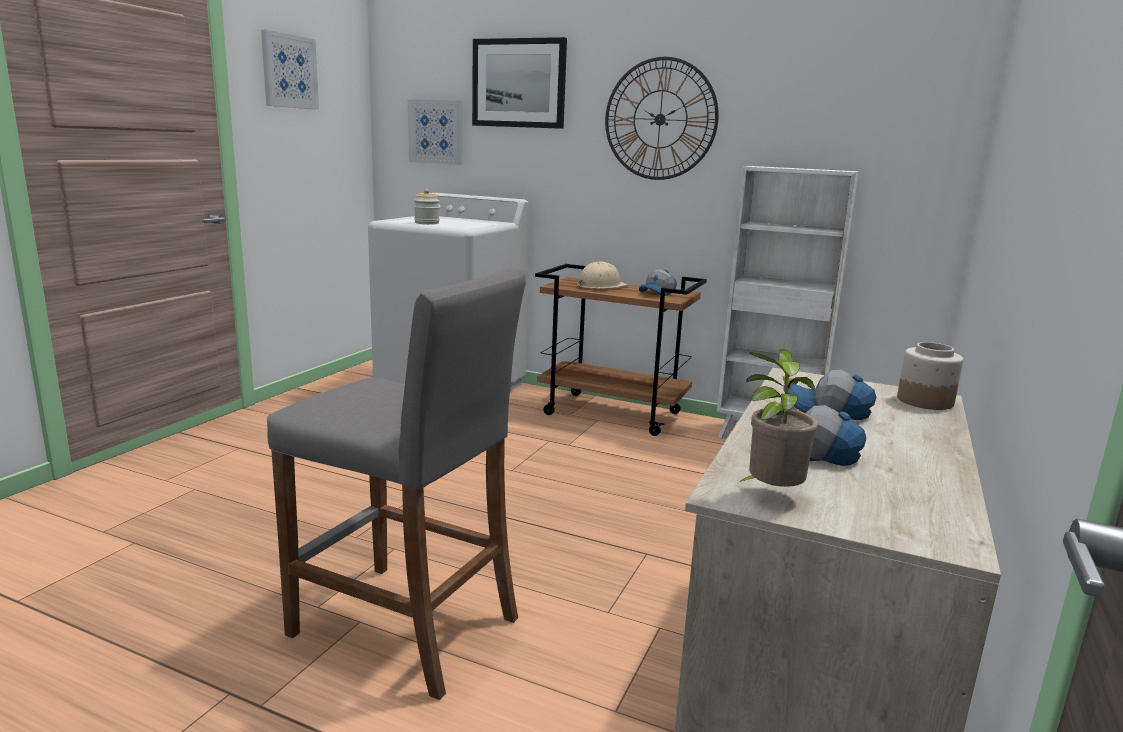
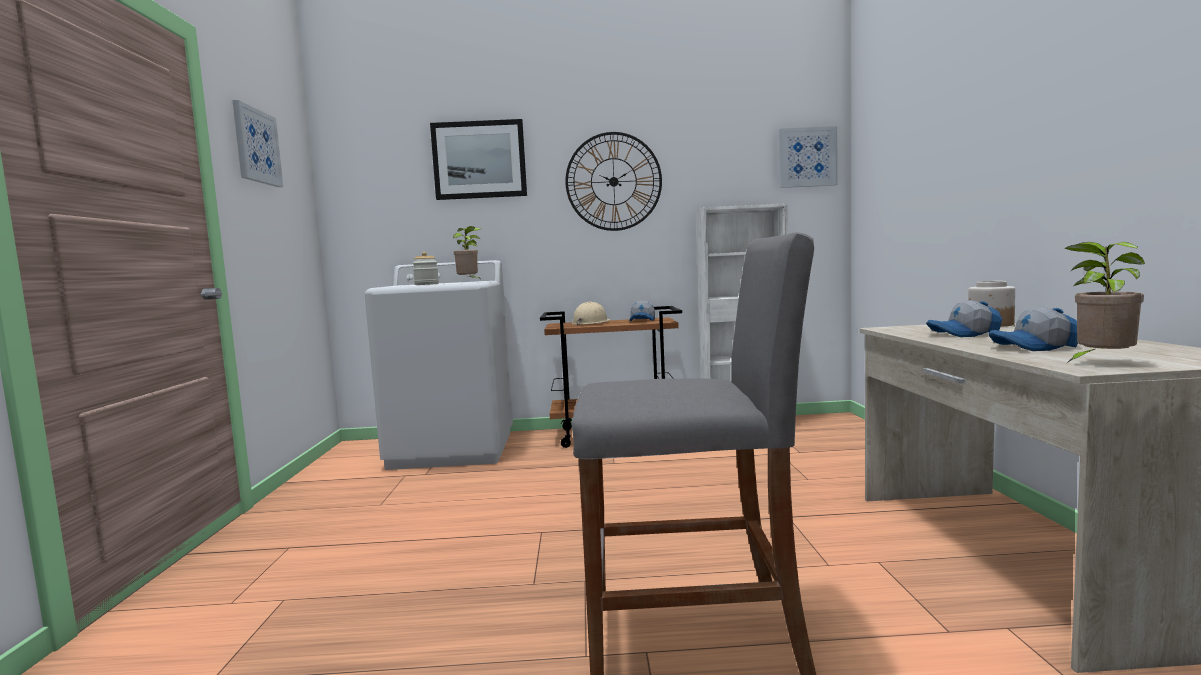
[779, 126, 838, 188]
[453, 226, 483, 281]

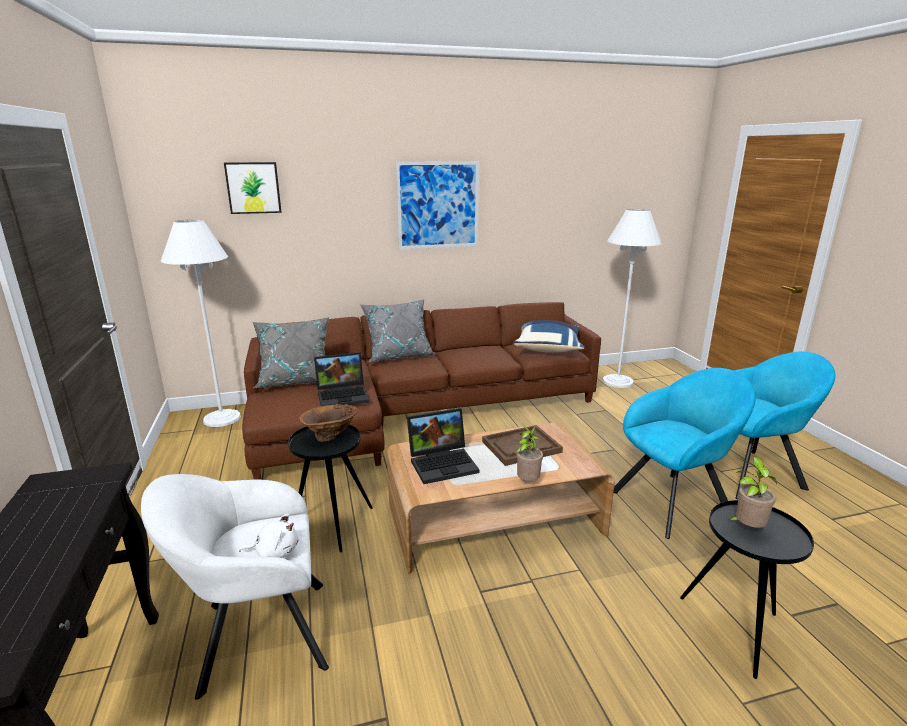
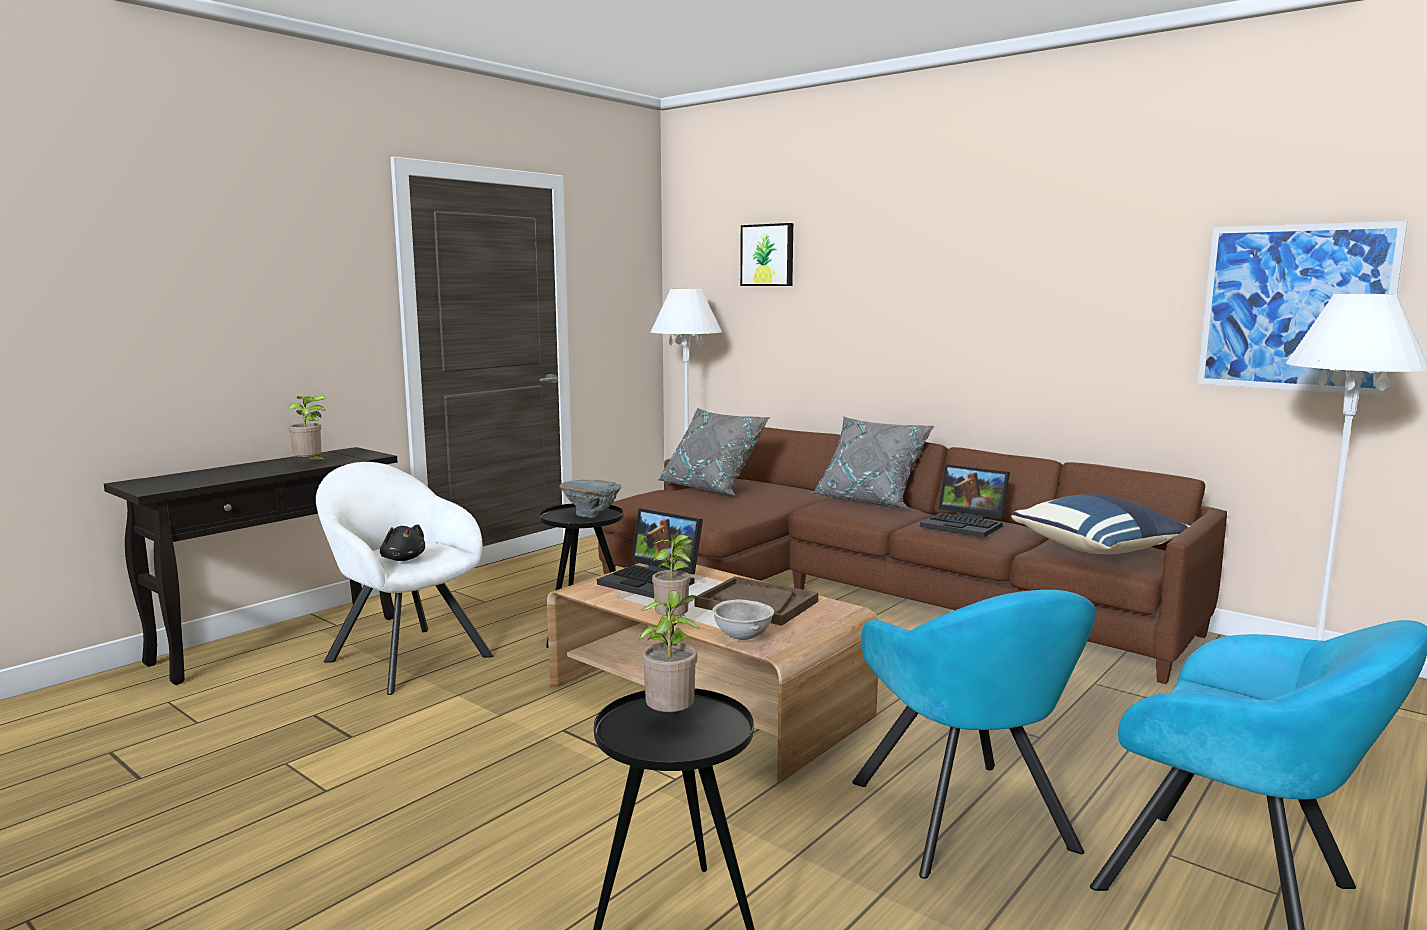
[1197, 221, 1407, 396]
[920, 464, 1010, 538]
[852, 590, 1097, 879]
[559, 480, 621, 518]
[380, 524, 425, 561]
[288, 396, 328, 462]
[712, 599, 774, 640]

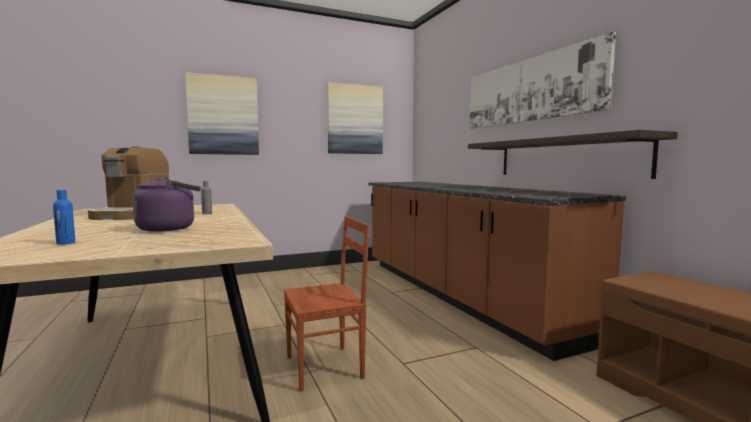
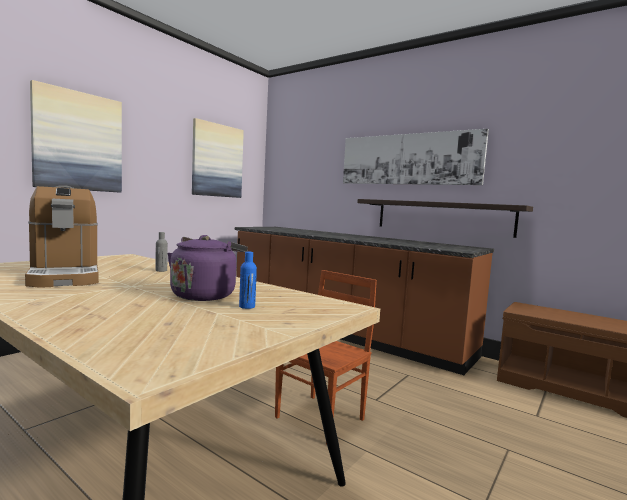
[239, 252, 257, 309]

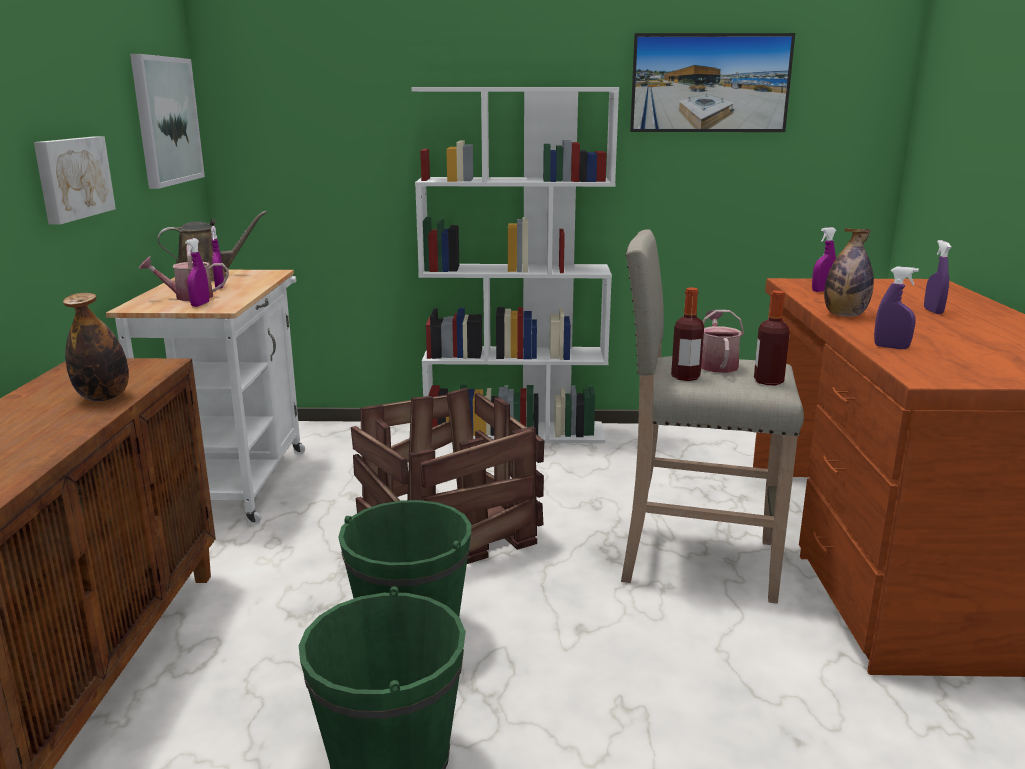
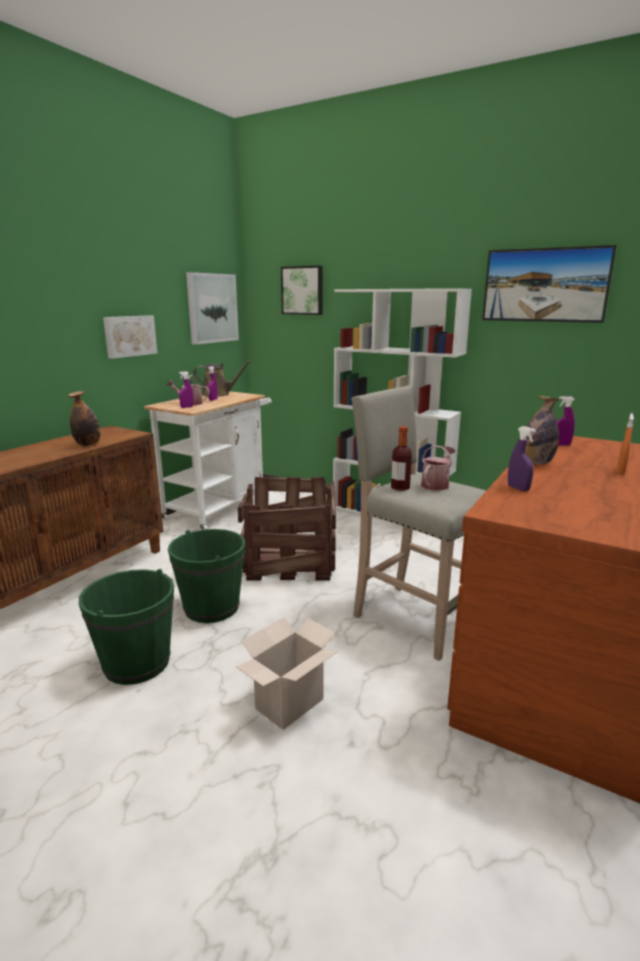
[617, 413, 634, 474]
[754, 290, 790, 385] (first image)
[281, 266, 323, 315]
[236, 617, 338, 730]

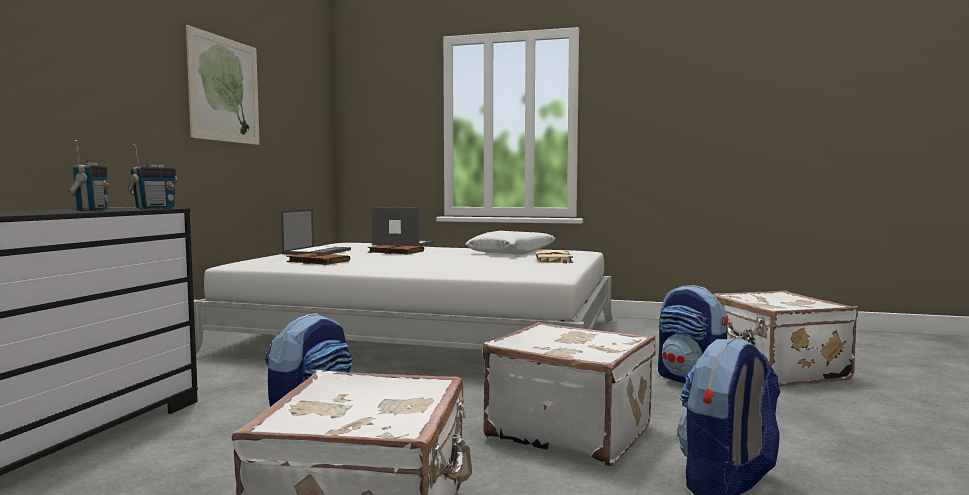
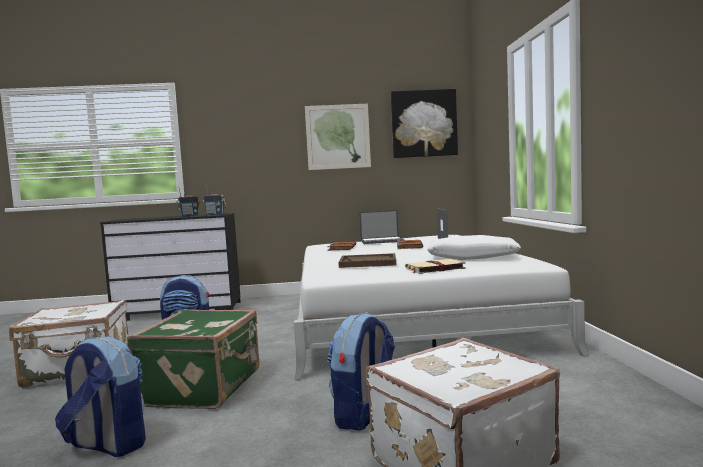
[127, 309, 259, 409]
[391, 89, 458, 158]
[338, 253, 396, 268]

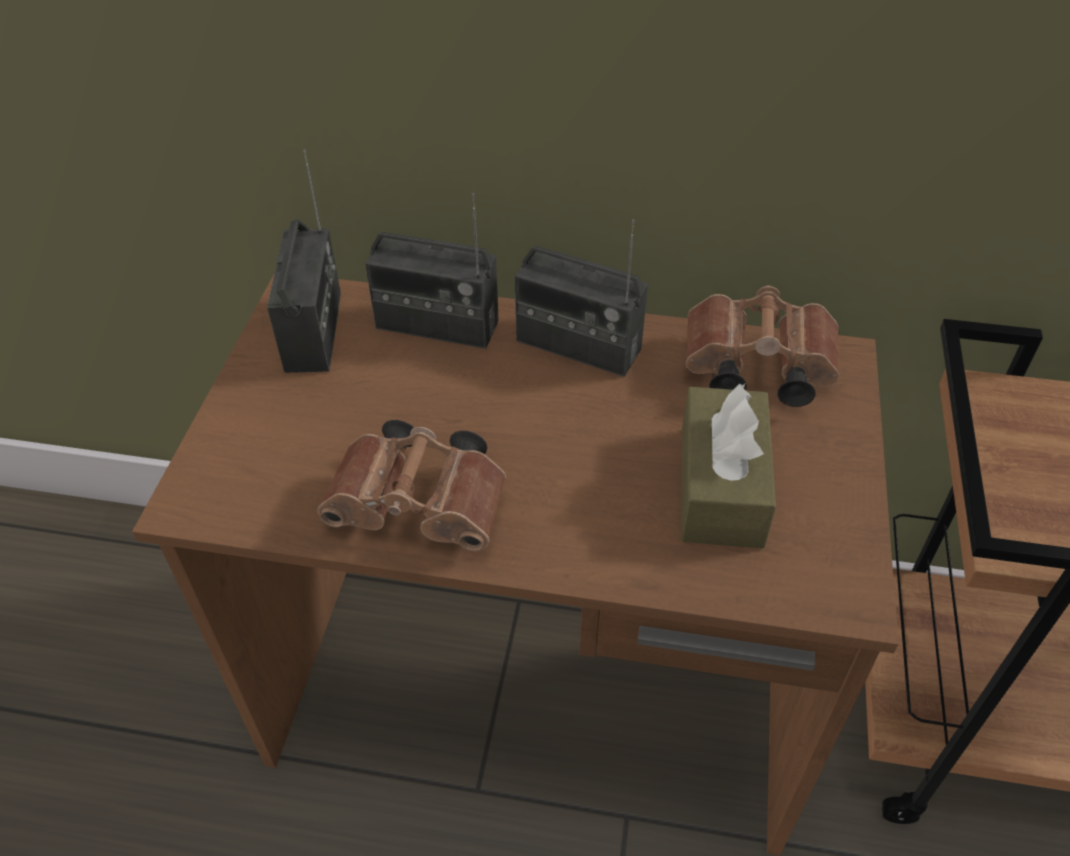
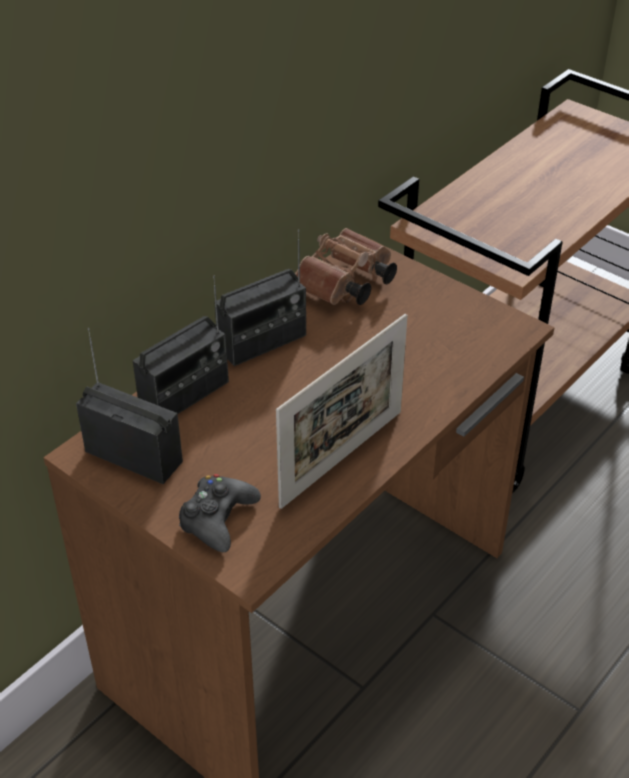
[681, 384, 776, 549] (first image)
[276, 314, 407, 509]
[179, 474, 261, 552]

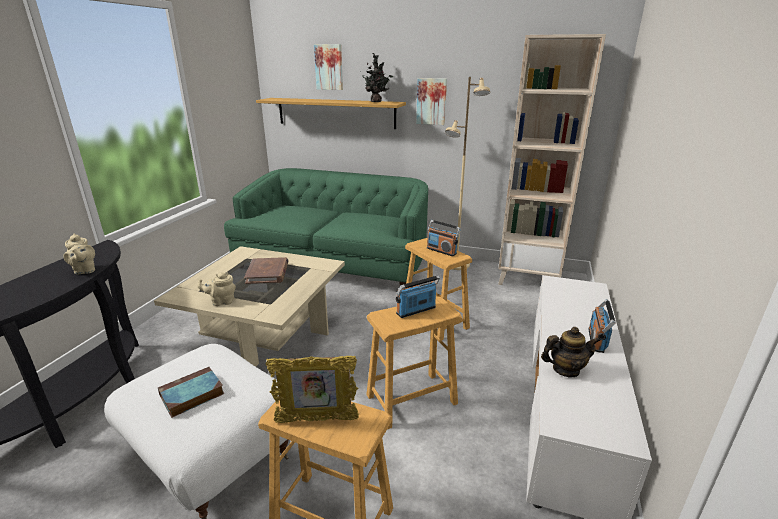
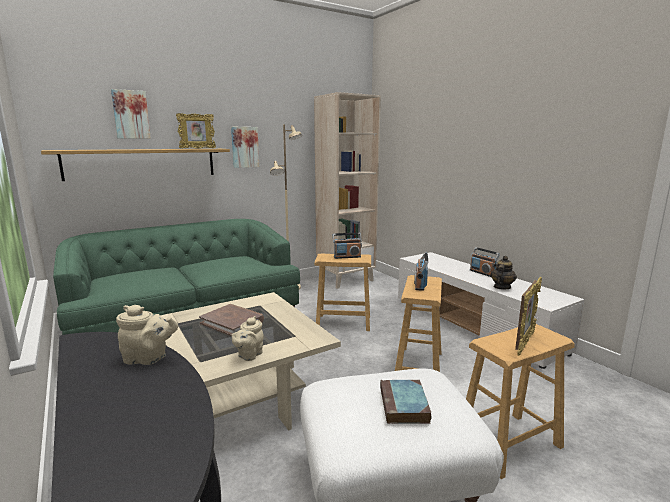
[176, 113, 216, 148]

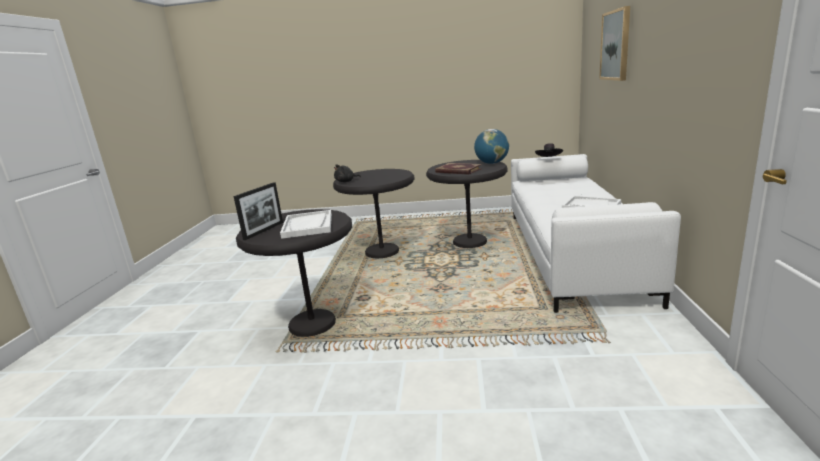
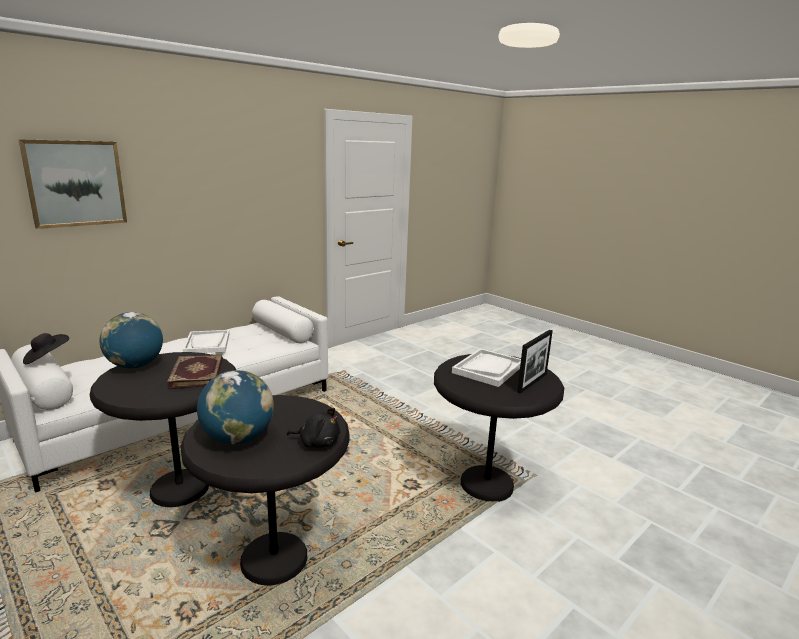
[517, 330, 553, 394]
[197, 370, 274, 445]

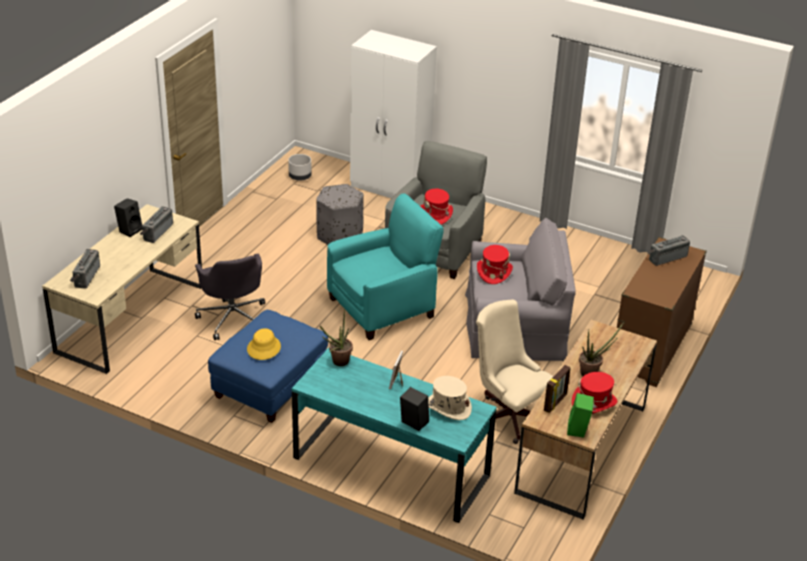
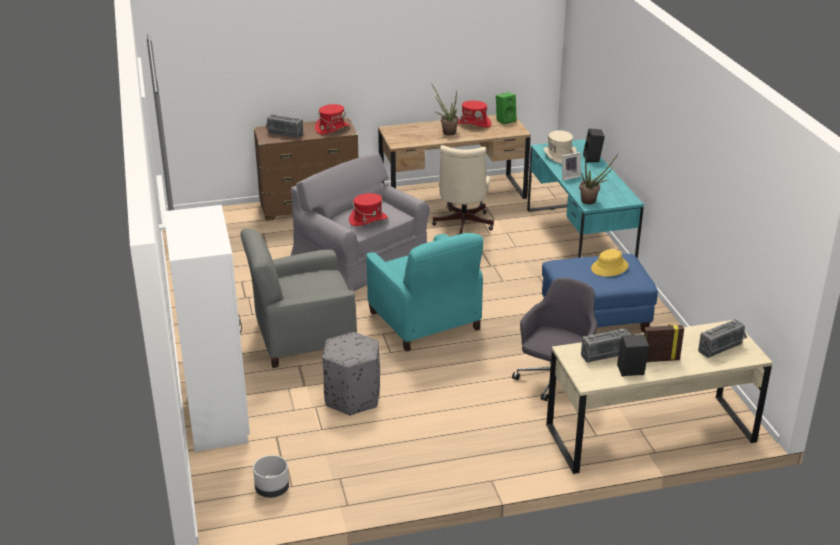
[315, 104, 349, 134]
[366, 233, 483, 352]
[644, 324, 684, 362]

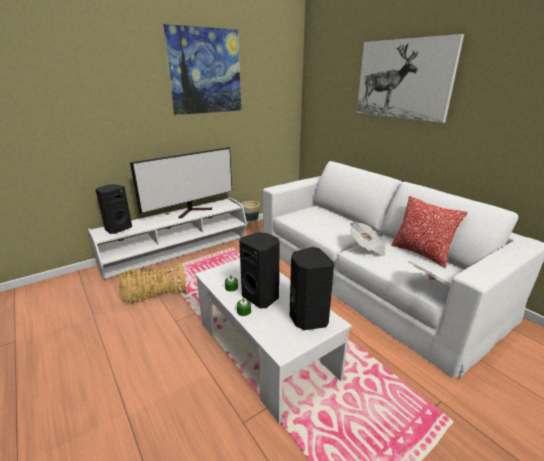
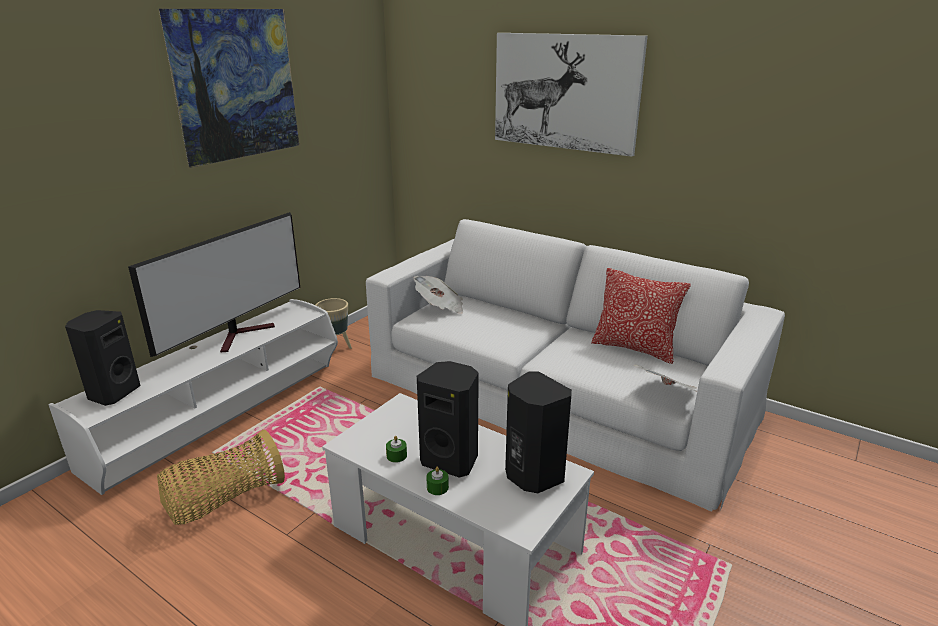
[414, 276, 463, 314]

